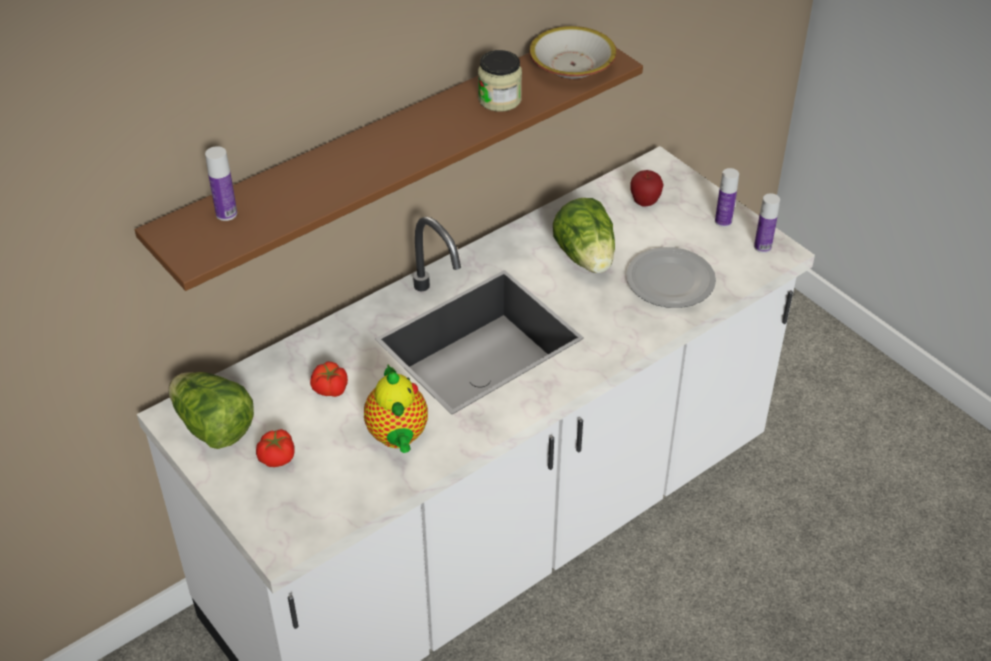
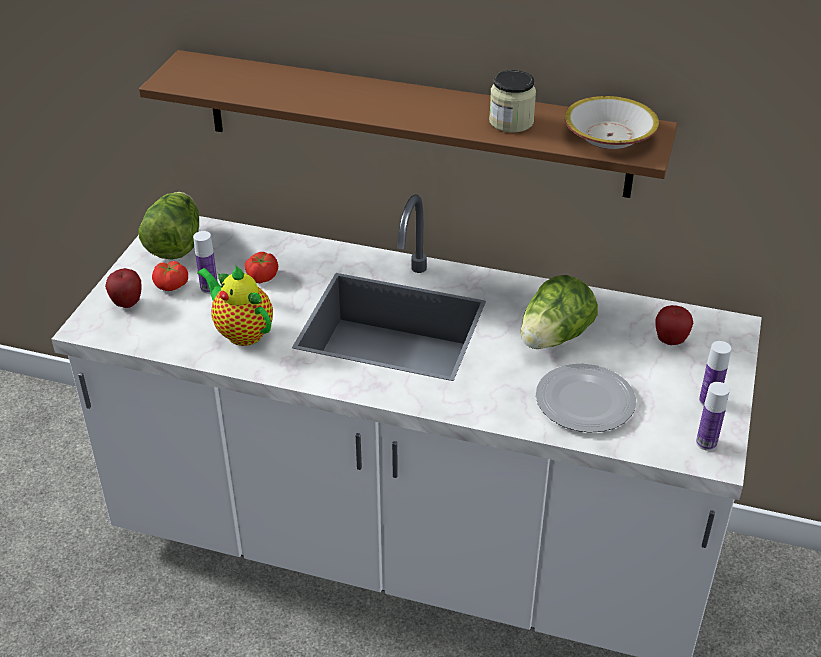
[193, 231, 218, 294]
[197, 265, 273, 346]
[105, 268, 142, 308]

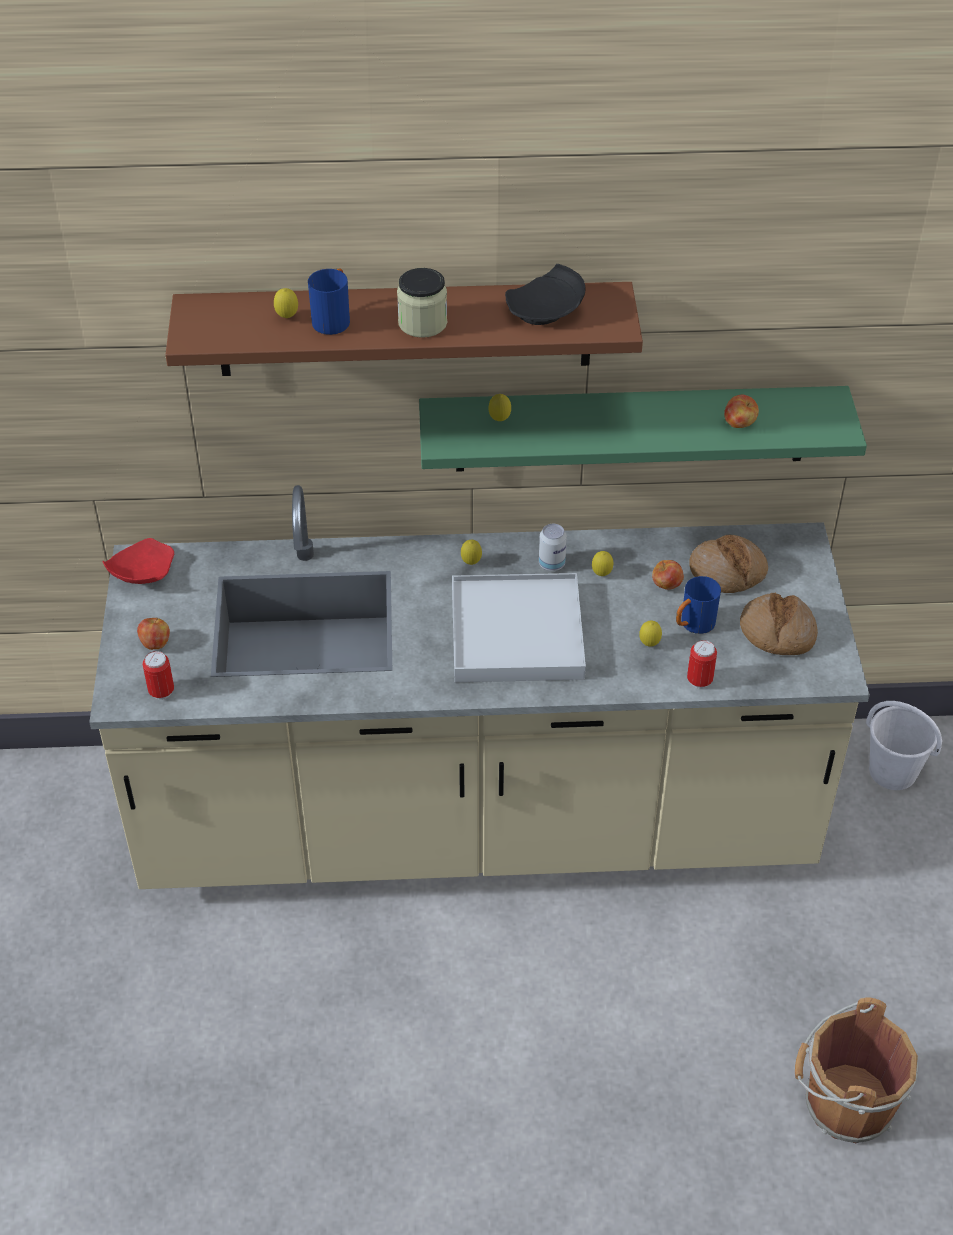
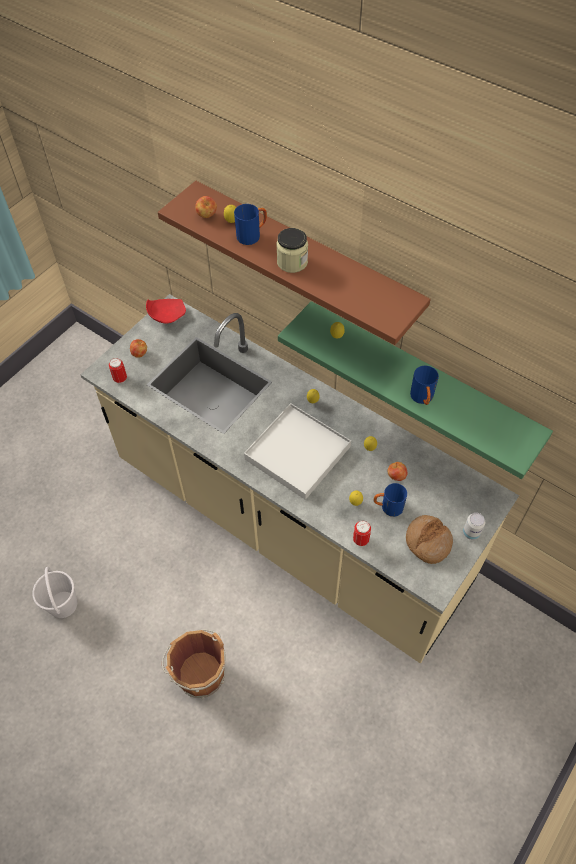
[505, 264, 586, 325] (first image)
[195, 196, 217, 218]
[463, 513, 485, 540]
[689, 535, 768, 593] (first image)
[32, 567, 77, 618]
[162, 629, 226, 699]
[410, 366, 439, 405]

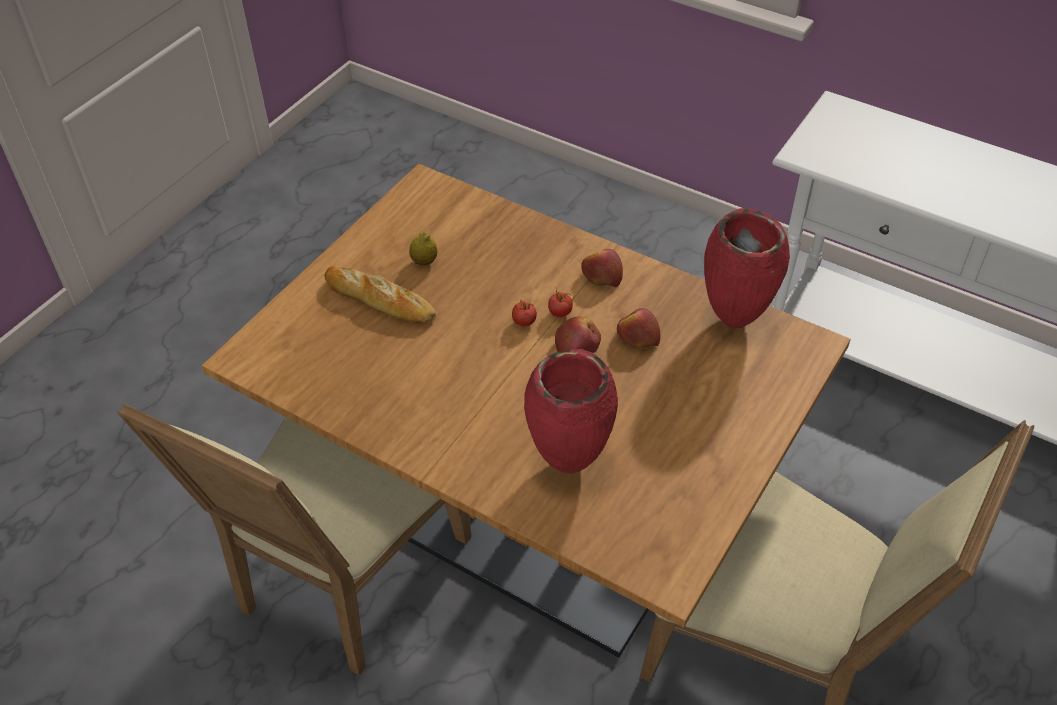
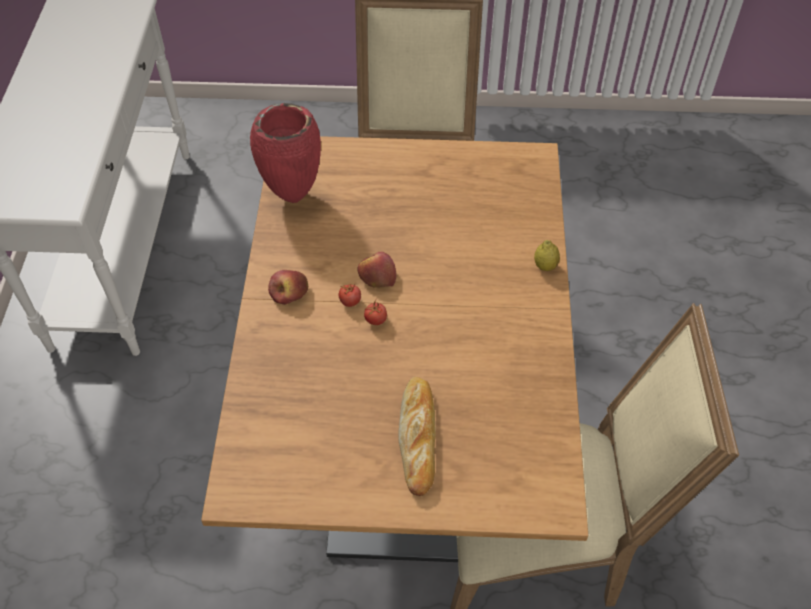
[534, 240, 560, 271]
[617, 308, 661, 349] (first image)
[524, 349, 618, 473] (first image)

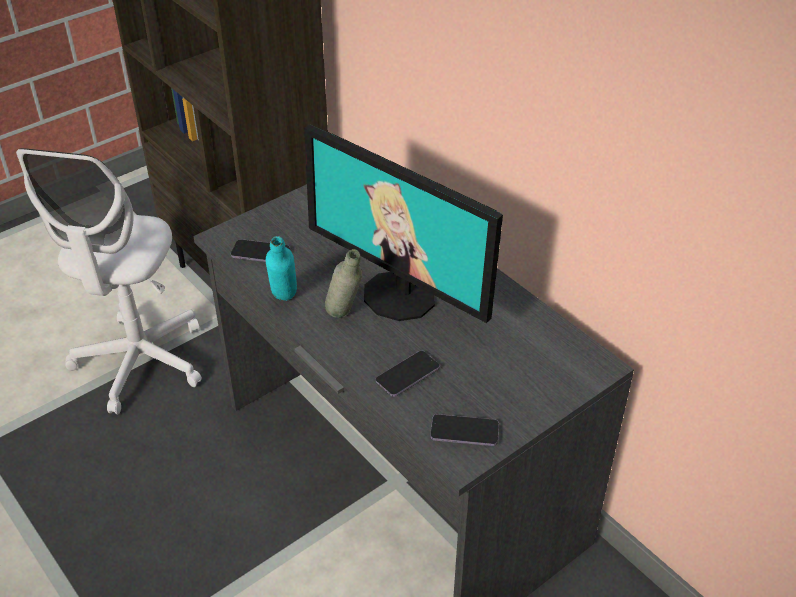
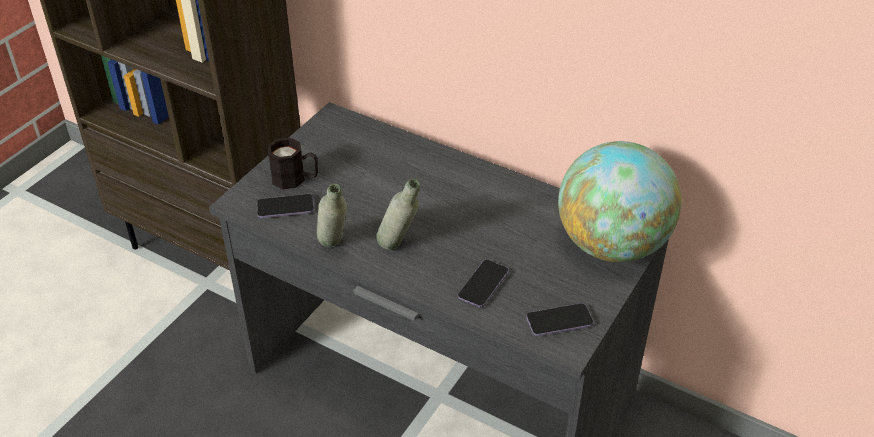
[304, 124, 503, 323] (first image)
[16, 148, 202, 414] (first image)
[317, 183, 347, 247]
[267, 137, 318, 189]
[558, 141, 682, 262]

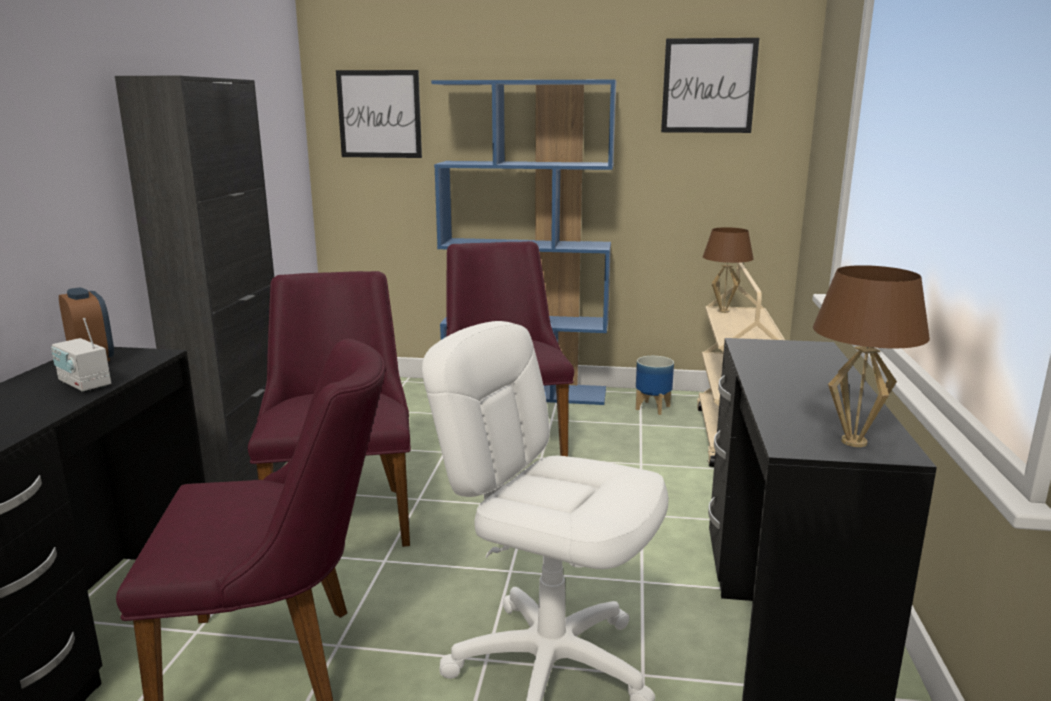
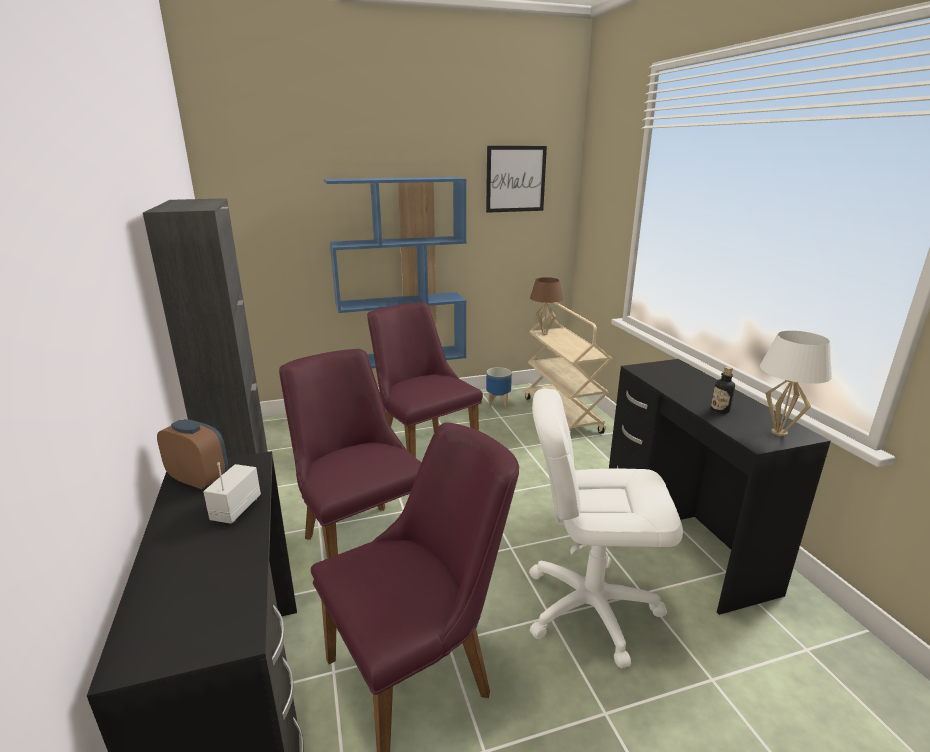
[336, 70, 422, 158] (first image)
[760, 331, 832, 436]
[203, 462, 261, 524]
[711, 366, 735, 414]

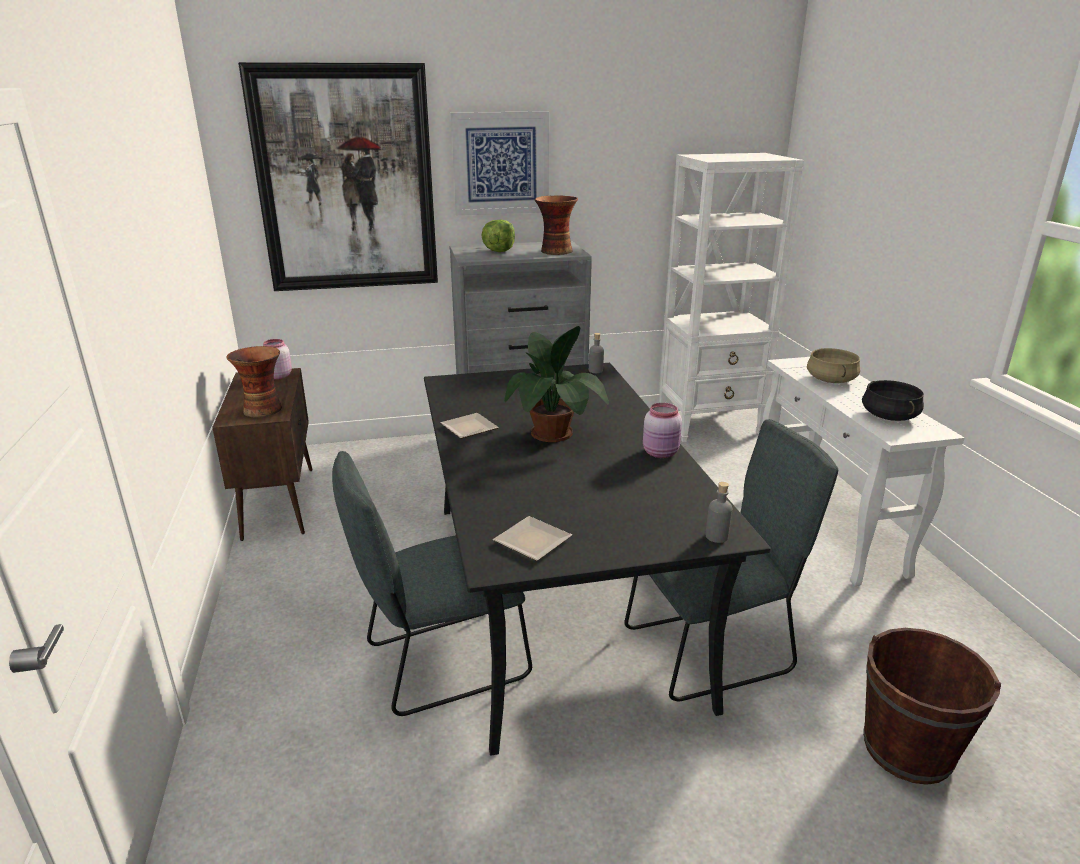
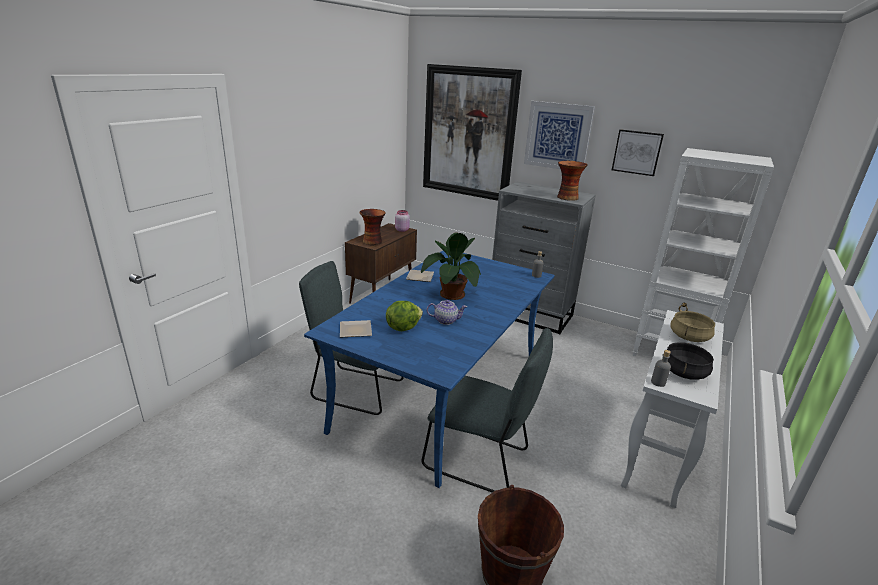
[386, 301, 423, 331]
[304, 251, 555, 488]
[643, 403, 682, 458] (first image)
[651, 350, 671, 387]
[612, 129, 664, 176]
[427, 300, 467, 325]

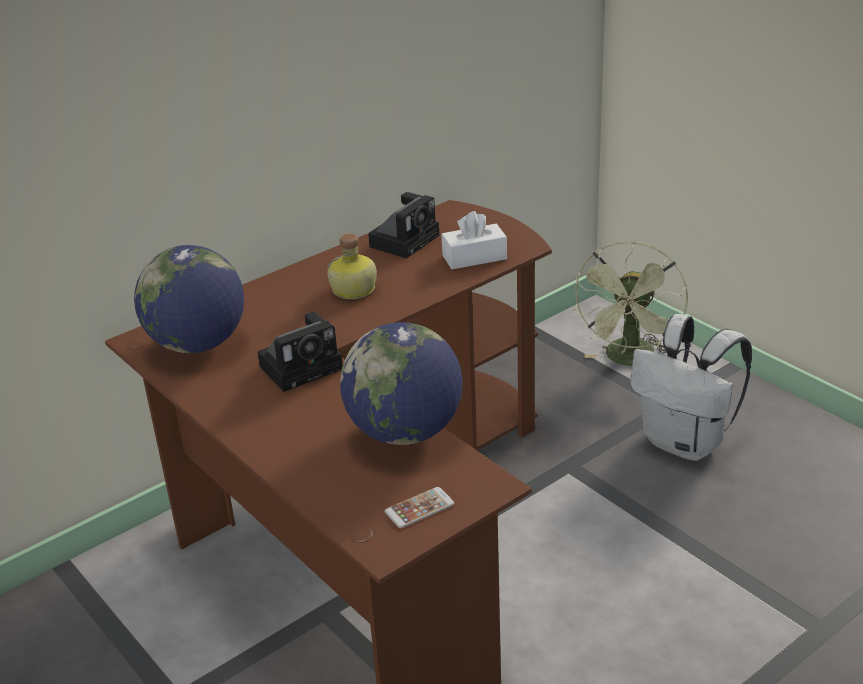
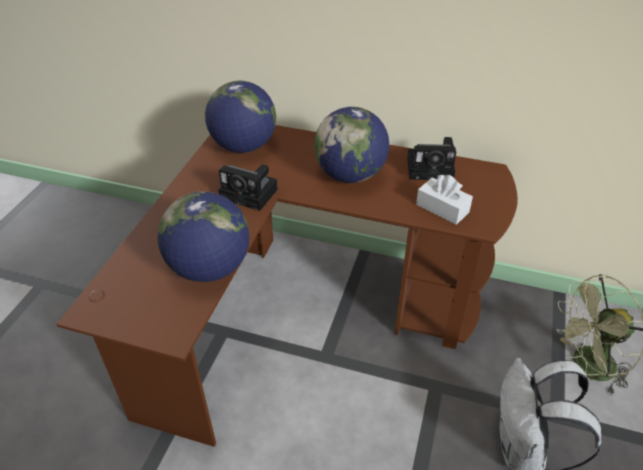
[314, 107, 389, 183]
[385, 487, 455, 528] (first image)

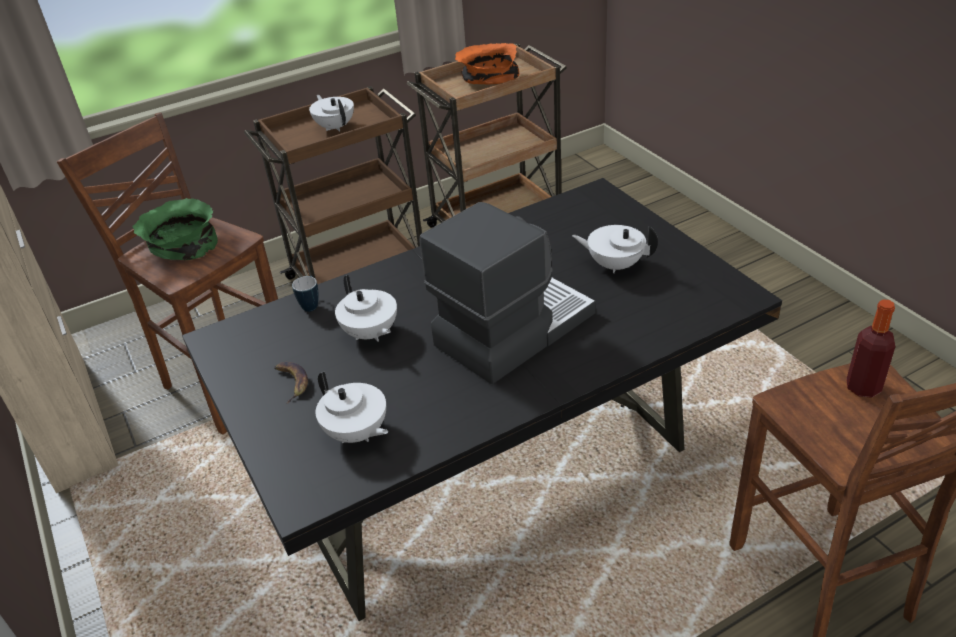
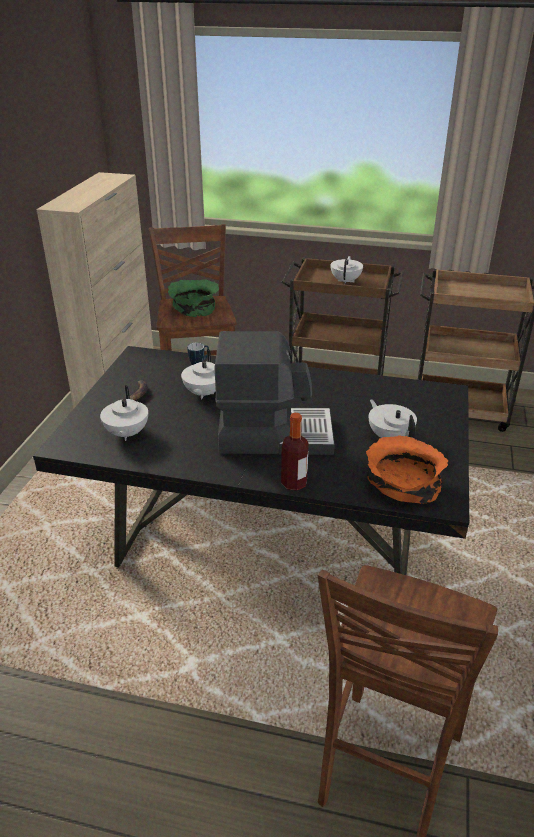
[366, 435, 448, 504]
[281, 413, 309, 491]

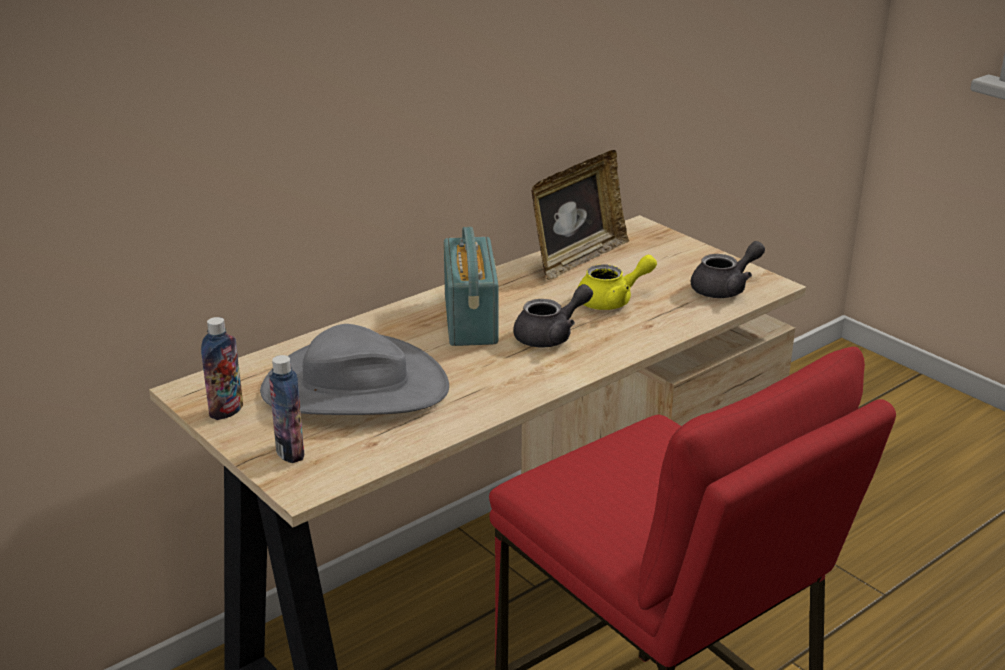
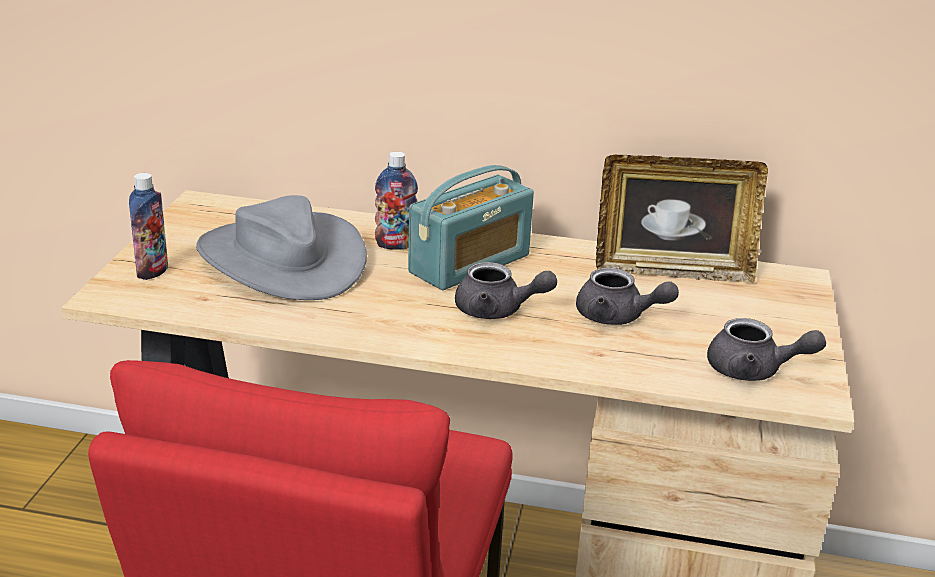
[576, 268, 679, 325]
[375, 151, 418, 250]

